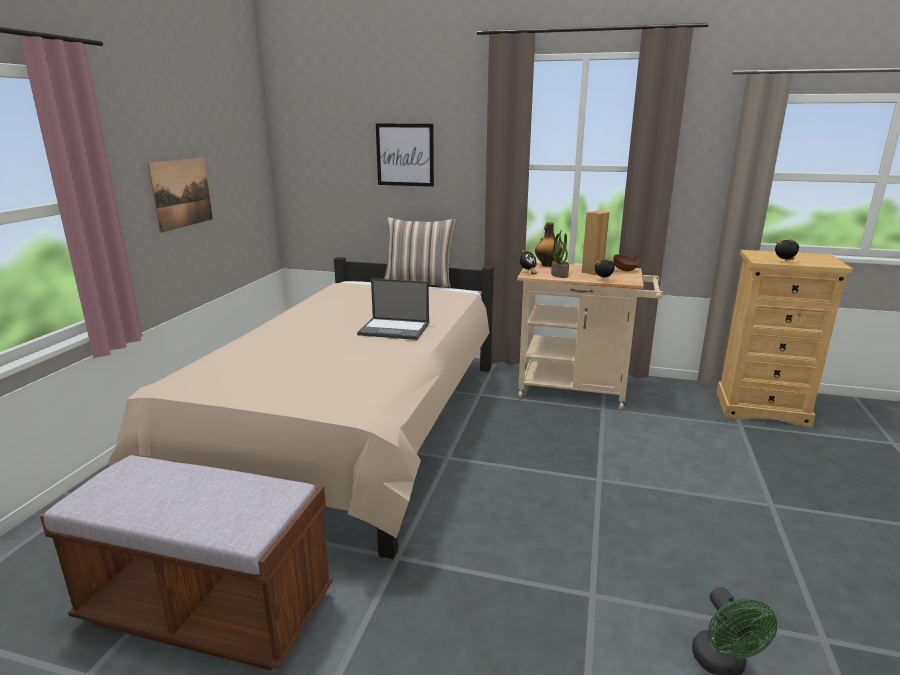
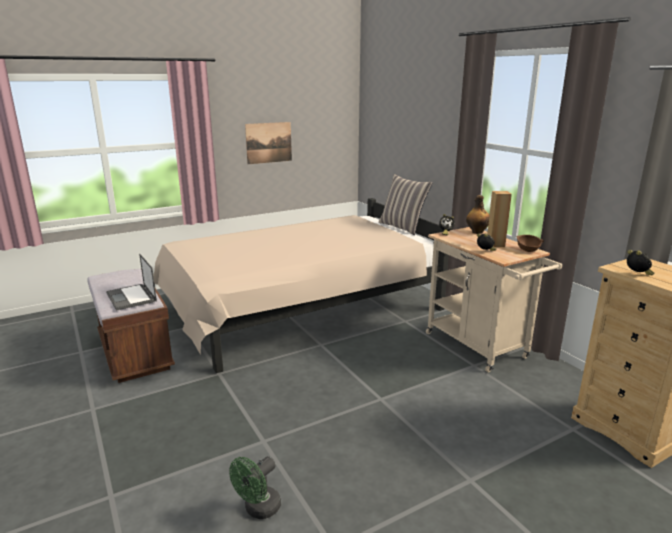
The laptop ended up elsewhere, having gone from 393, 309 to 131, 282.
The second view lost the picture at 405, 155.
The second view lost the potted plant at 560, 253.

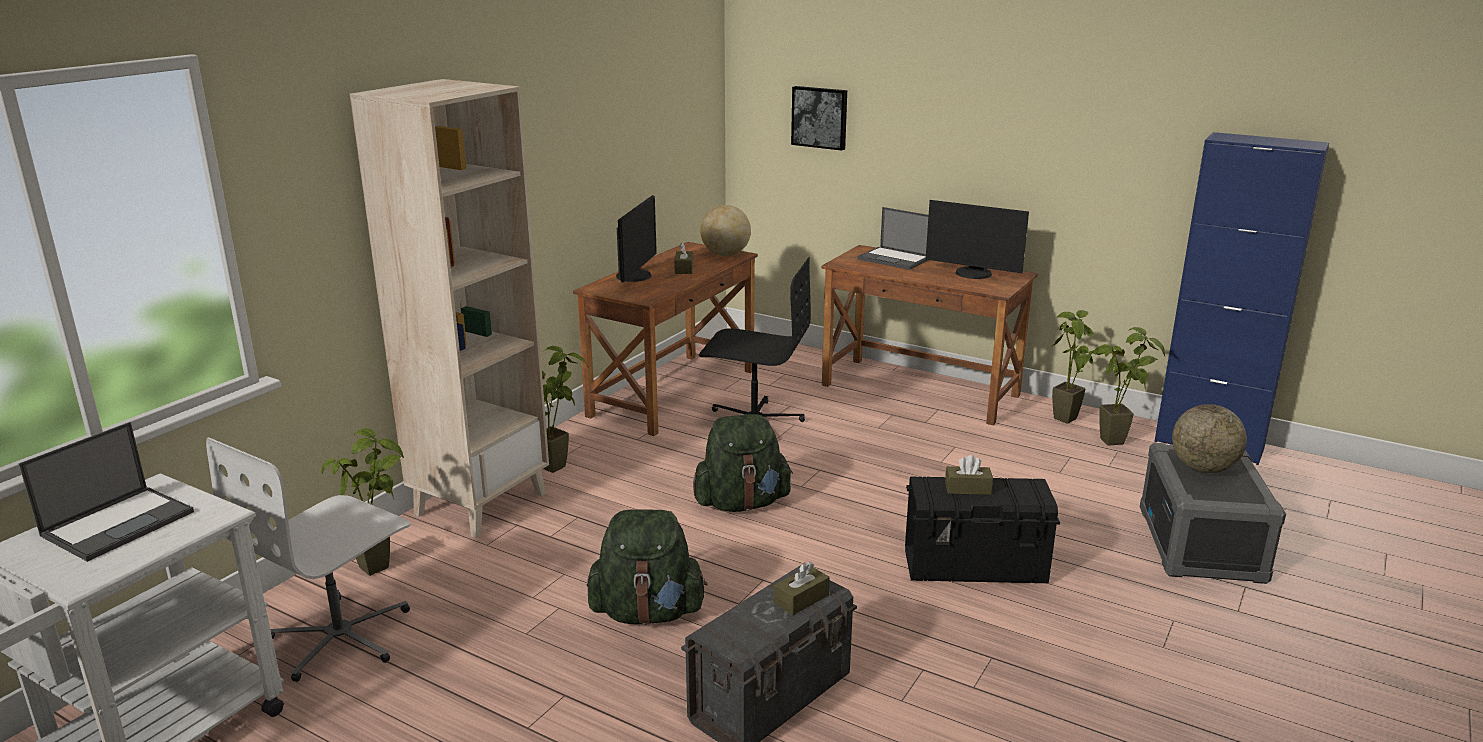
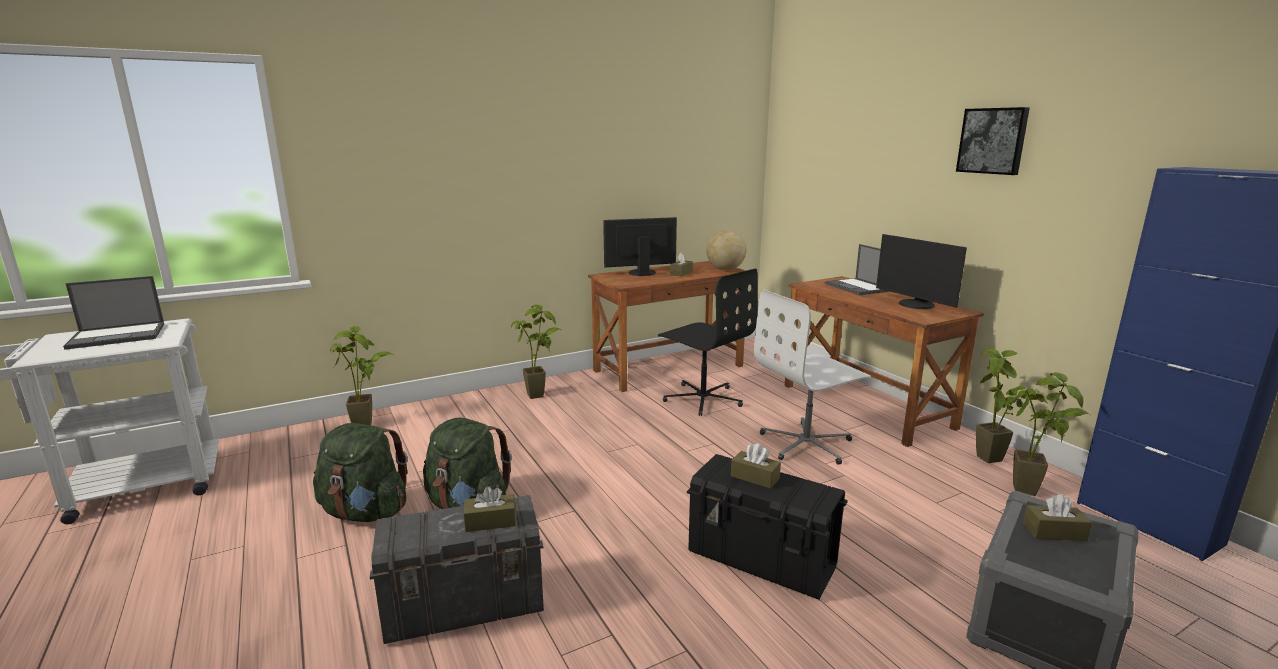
The white office chair ended up elsewhere, having gone from 308, 559 to 812, 377.
The second view lost the beige bookcase at 449, 308.
The monitor at 636, 238 ended up facing another way, 150 degrees counterclockwise from before.
The green backpack ended up elsewhere, having gone from 743, 463 to 360, 472.
The picture ended up elsewhere, having gone from 819, 118 to 993, 141.
Where the globe stood at 1209, 438, the brown tissue box came to stand at 1057, 517.

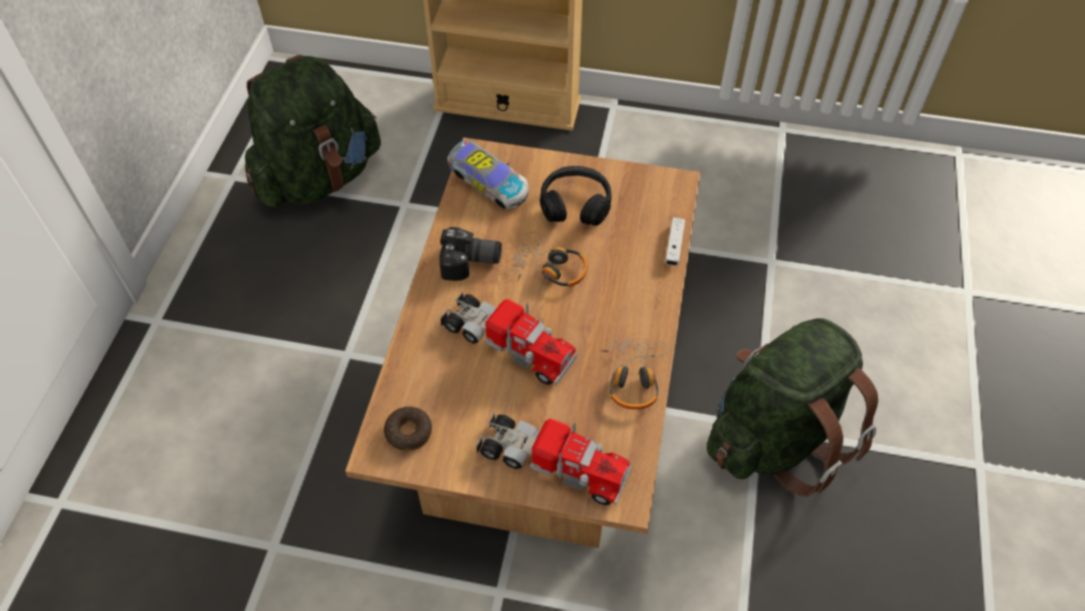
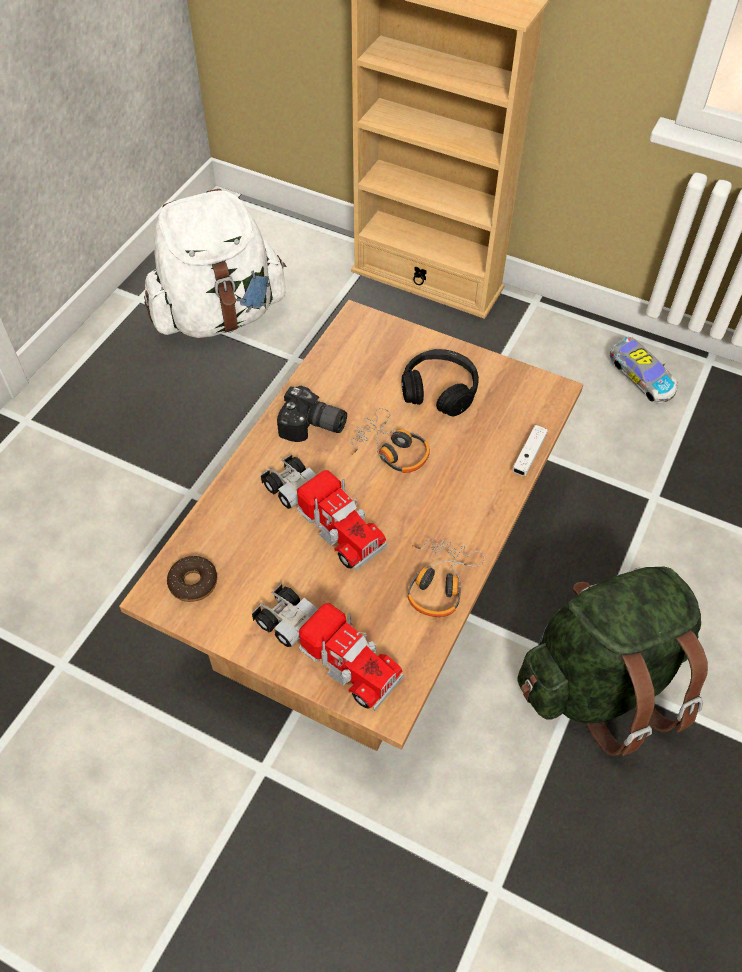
What was the green backpack at 313, 131 turned into the white backpack at 215, 263.
The toy car ended up elsewhere, having gone from 488, 174 to 644, 370.

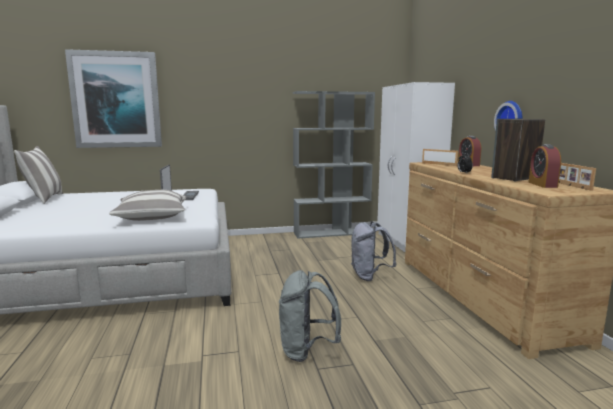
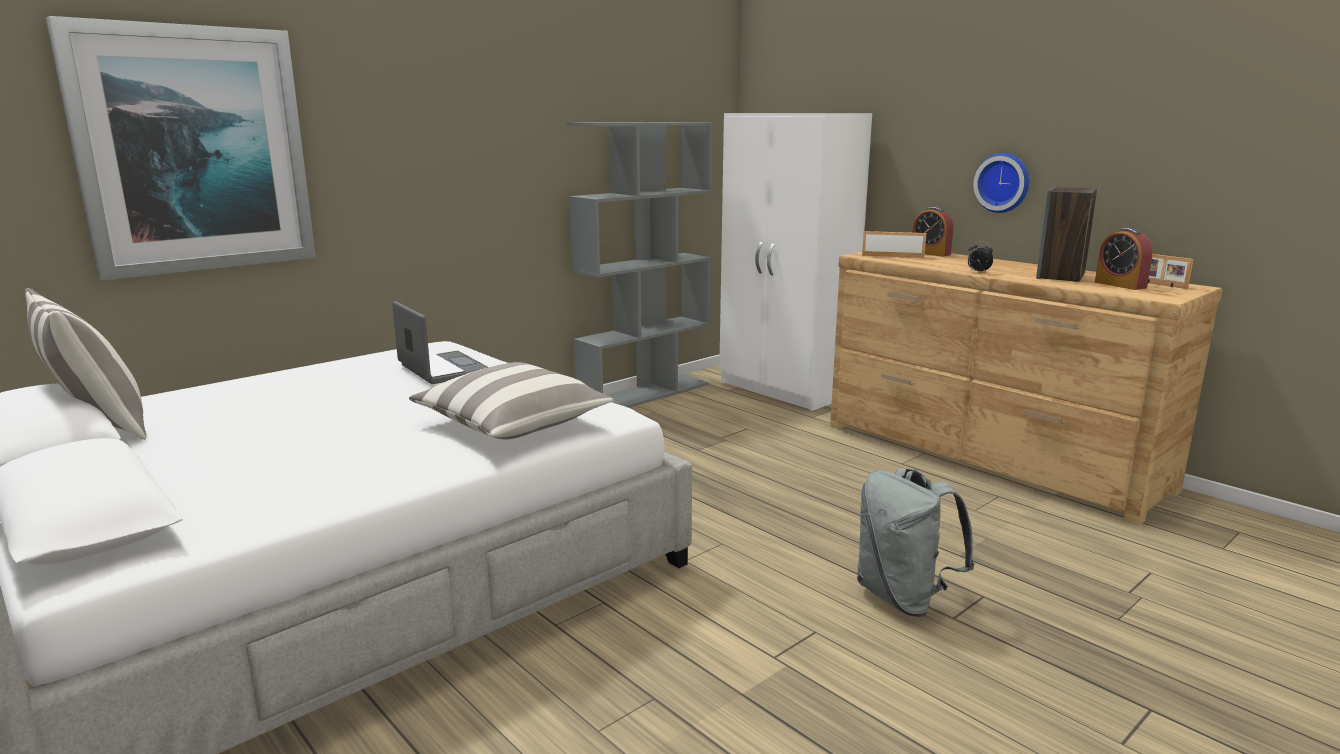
The second view lost the grey backpack at 373, 251.

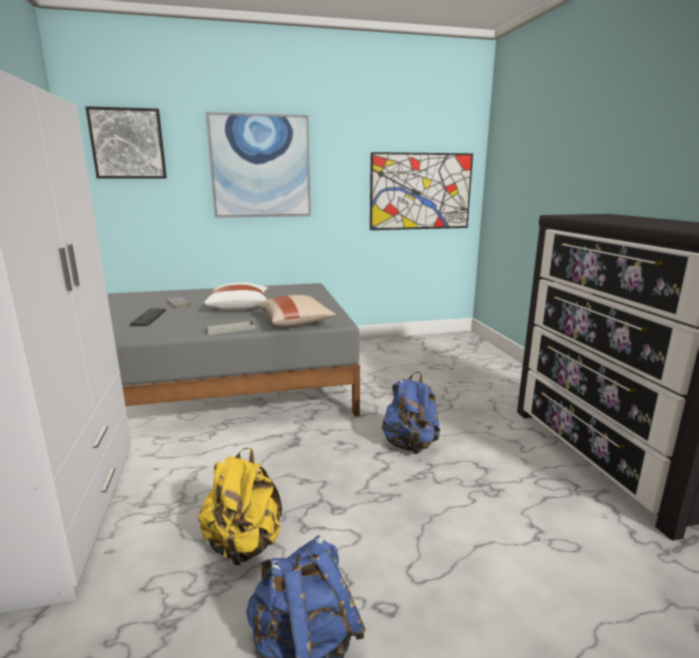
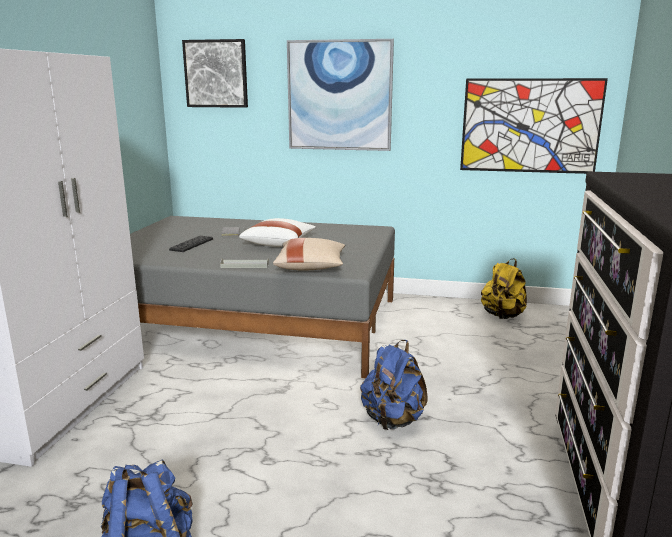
The yellow backpack ended up elsewhere, having gone from 240, 506 to 504, 288.

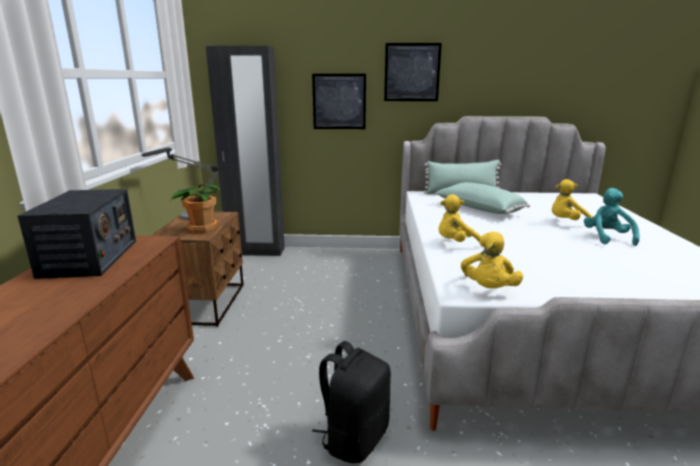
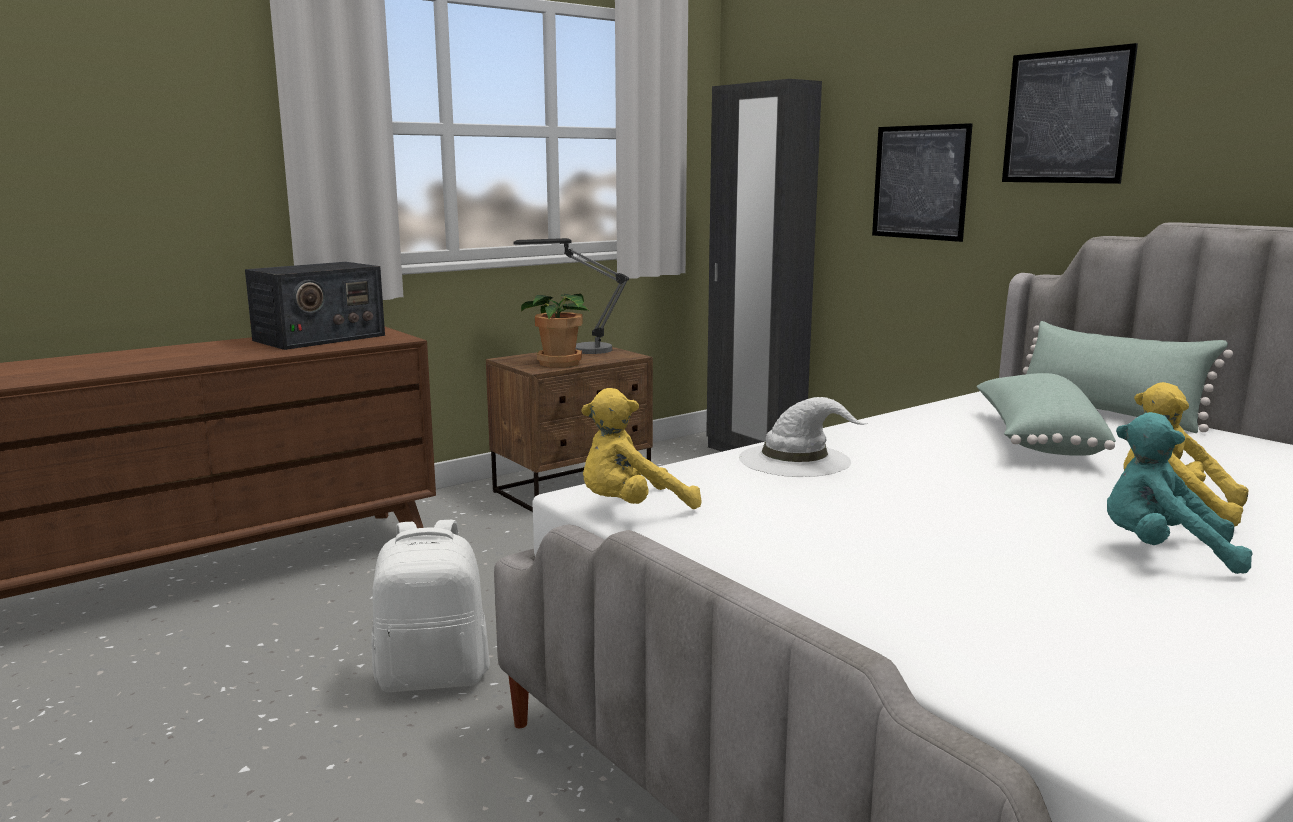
What was the black backpack at 351, 402 turned into the white backpack at 430, 606.
Where the yellow plush toy stood at 460, 218, the white hat came to stand at 803, 437.
The turquoise plush toy at 611, 217 ended up facing another way, 120 degrees counterclockwise from before.

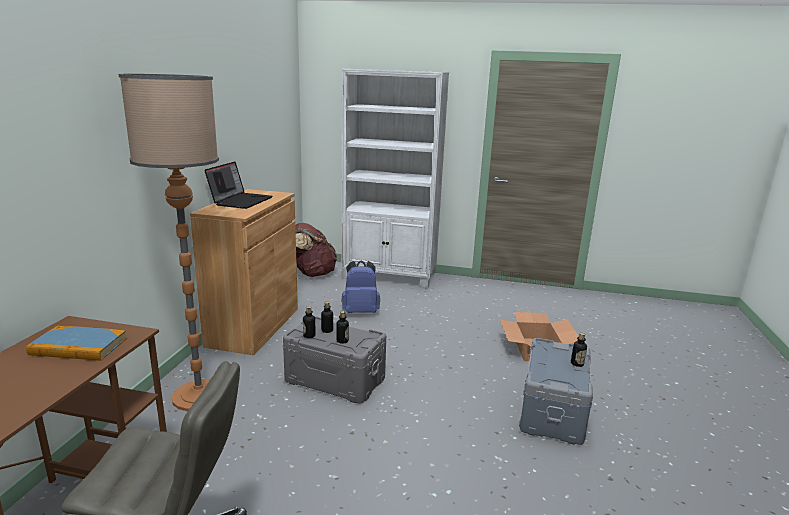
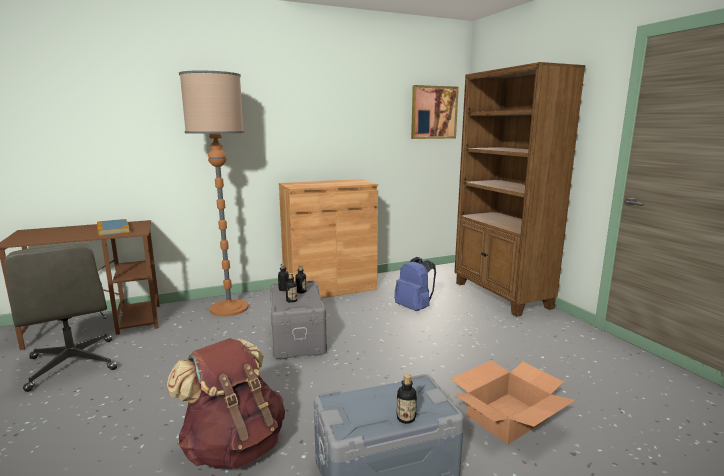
The second view lost the laptop at 238, 185.
The brown backpack ended up elsewhere, having gone from 316, 250 to 225, 403.
What was the white bookcase at 395, 178 turned into the brown bookcase at 519, 189.
The second view gained the picture at 435, 112.

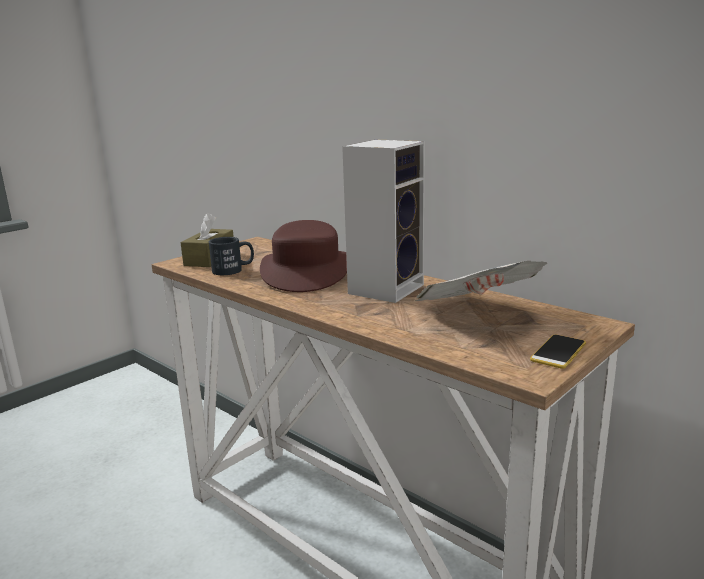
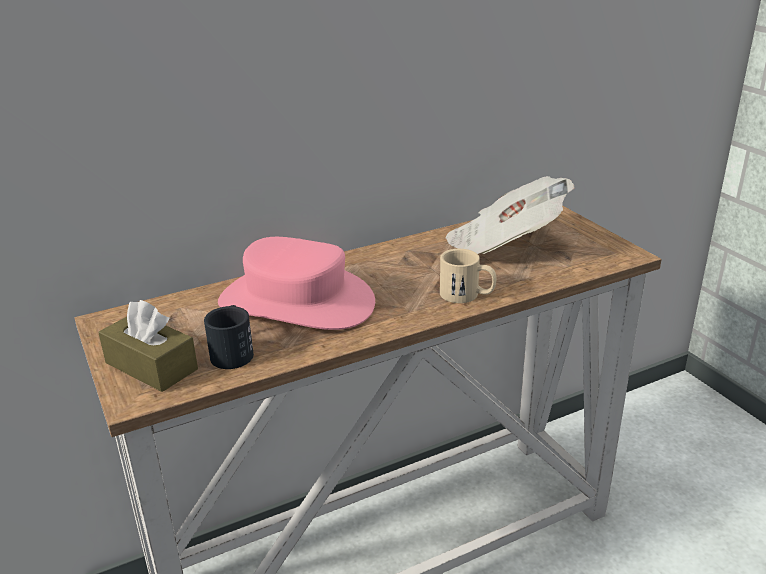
What was the brown hat at 303, 256 turned into the pink hat at 296, 283.
The second view lost the speaker at 383, 221.
The second view lost the phone at 558, 351.
The second view gained the beige mug at 468, 276.

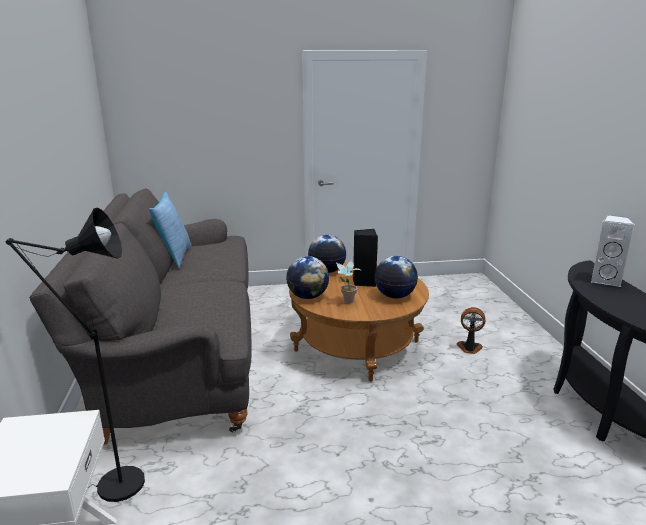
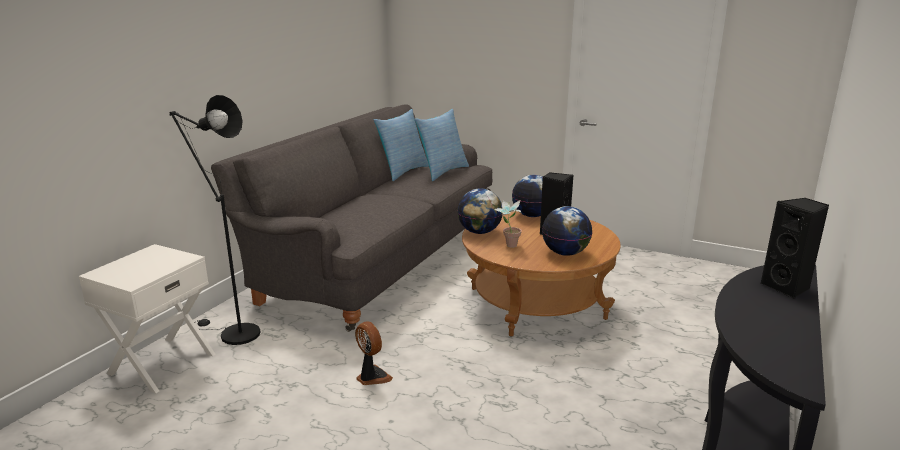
The fan ended up elsewhere, having gone from 471, 330 to 374, 353.
What was the white speaker at 613, 251 turned into the black speaker at 794, 248.
The second view gained the pillow at 441, 145.

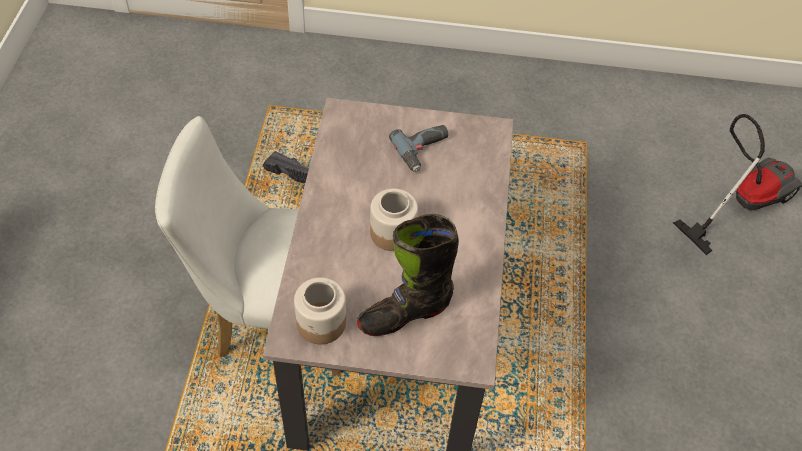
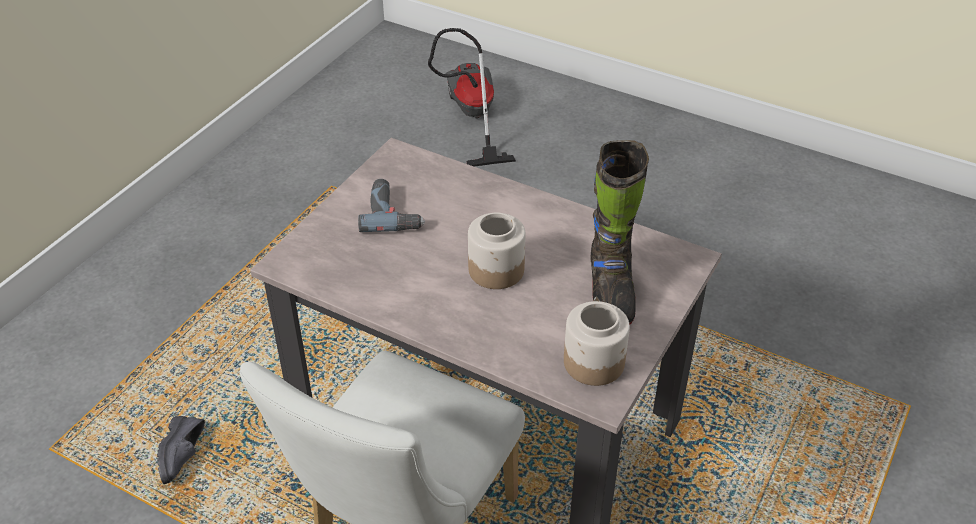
The black shoe at 286, 167 ended up facing another way, 135 degrees clockwise from before.

